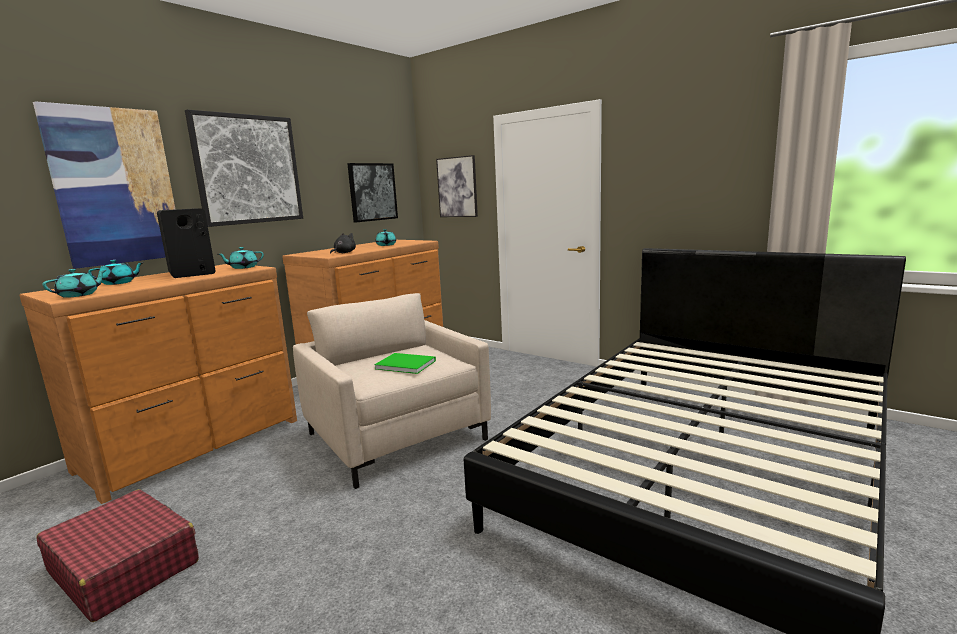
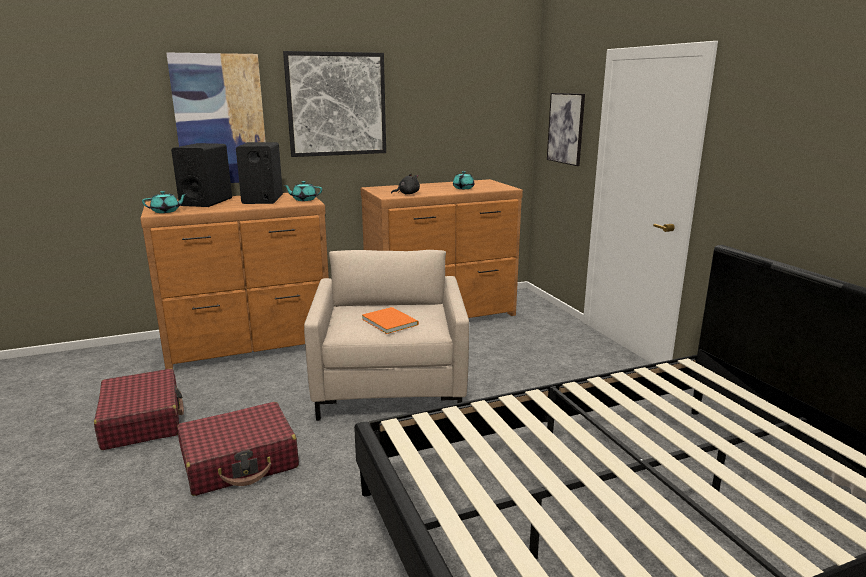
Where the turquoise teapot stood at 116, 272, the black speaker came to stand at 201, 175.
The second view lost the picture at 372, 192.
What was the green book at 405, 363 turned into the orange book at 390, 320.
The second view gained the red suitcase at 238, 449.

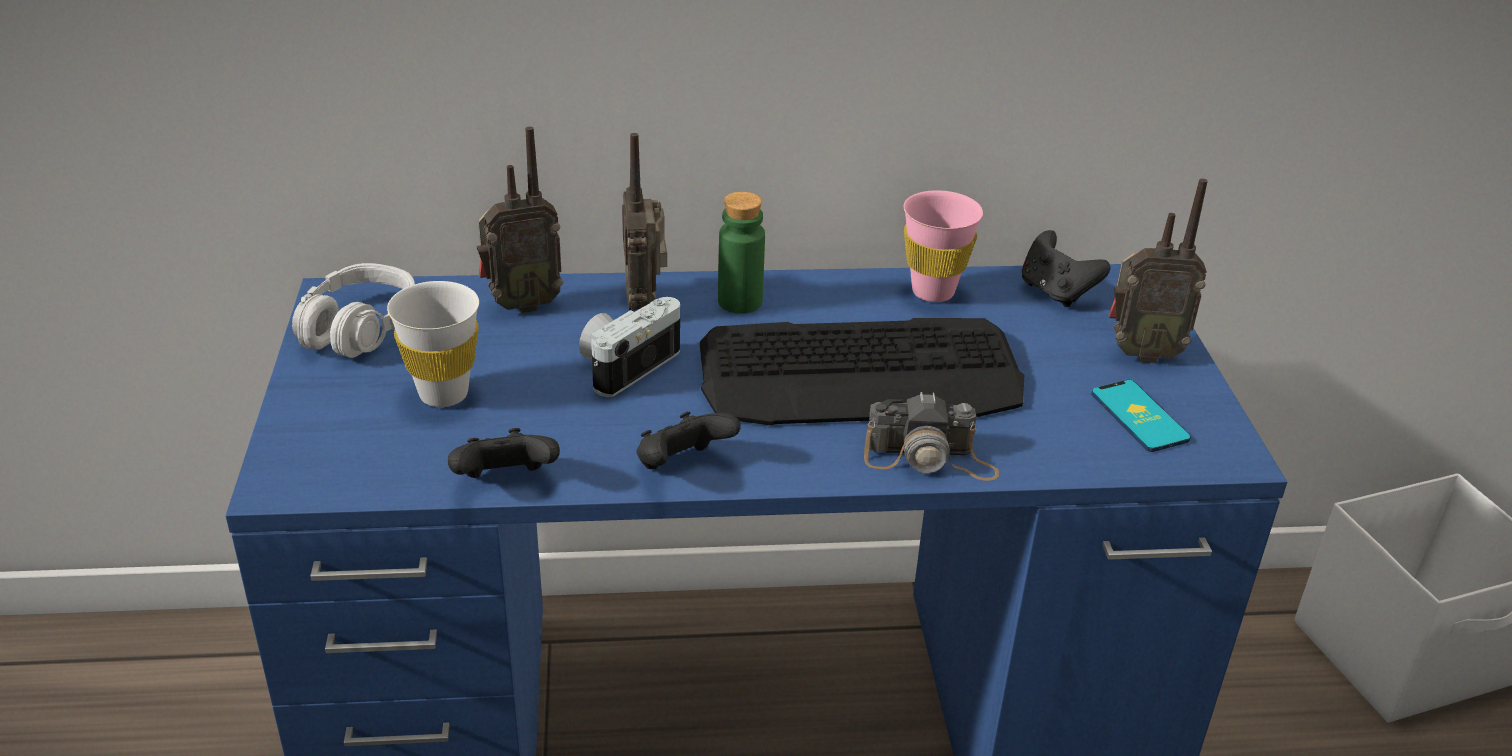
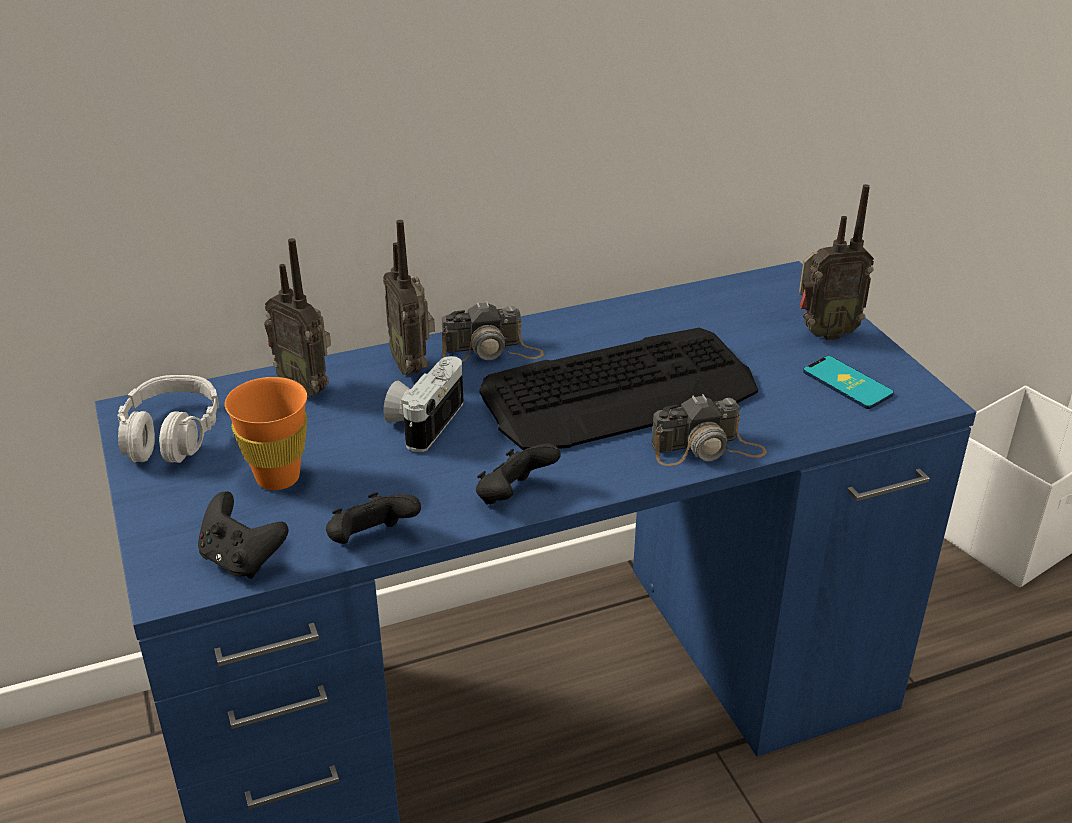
What was the white cup at 433, 344 turned into the orange cup at 266, 433.
The radio at 520, 220 ended up facing another way, 75 degrees clockwise from before.
Where the green bottle stood at 741, 253, the photo camera came to stand at 493, 331.
The second view lost the pink cup at 943, 246.
The black game controller ended up elsewhere, having gone from 1066, 268 to 243, 535.

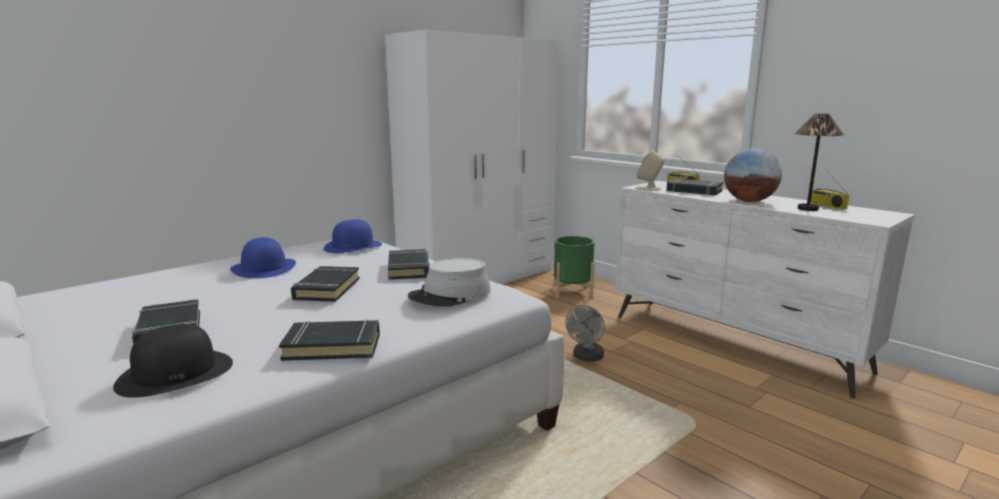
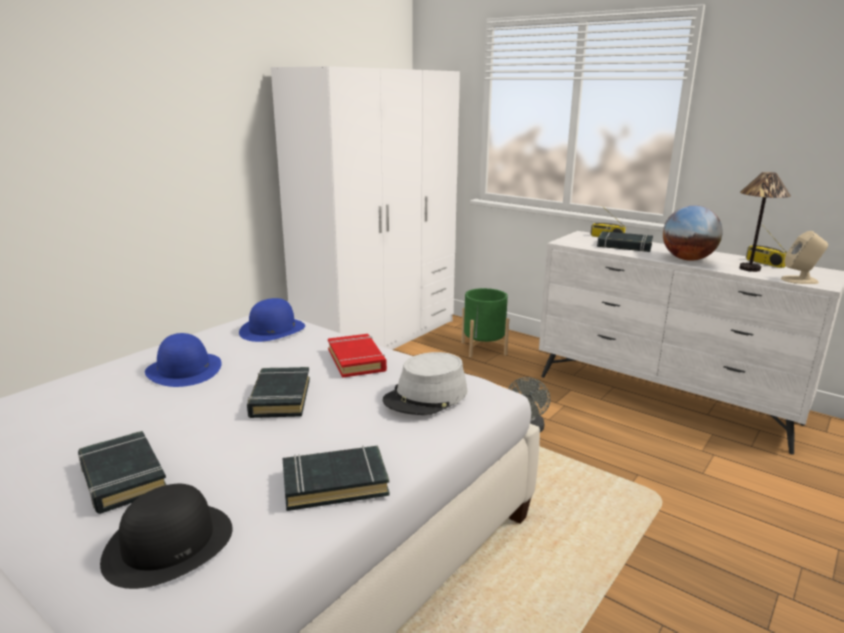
What was the black book at 409, 264 turned into the red book at 357, 356.
The beige speaker ended up elsewhere, having gone from 650, 170 to 804, 257.

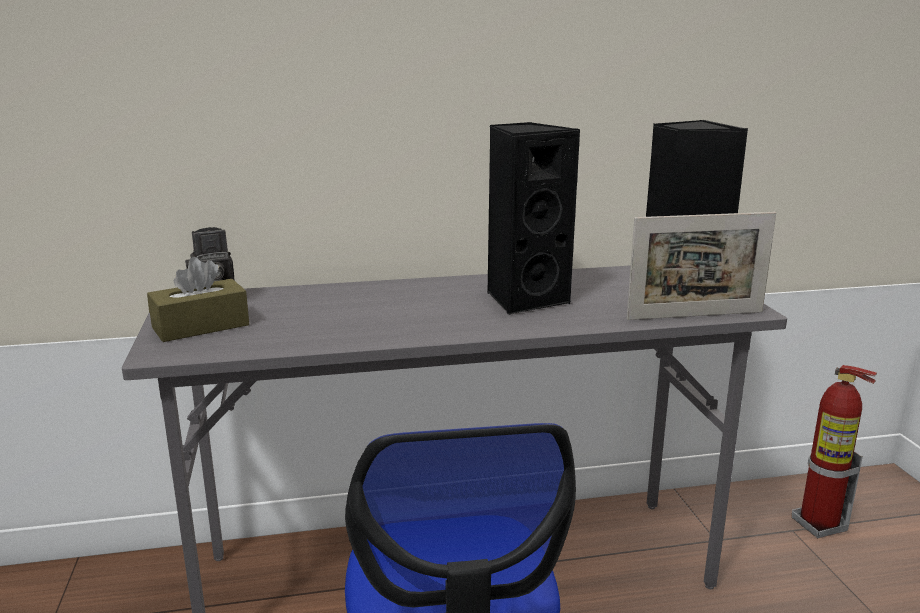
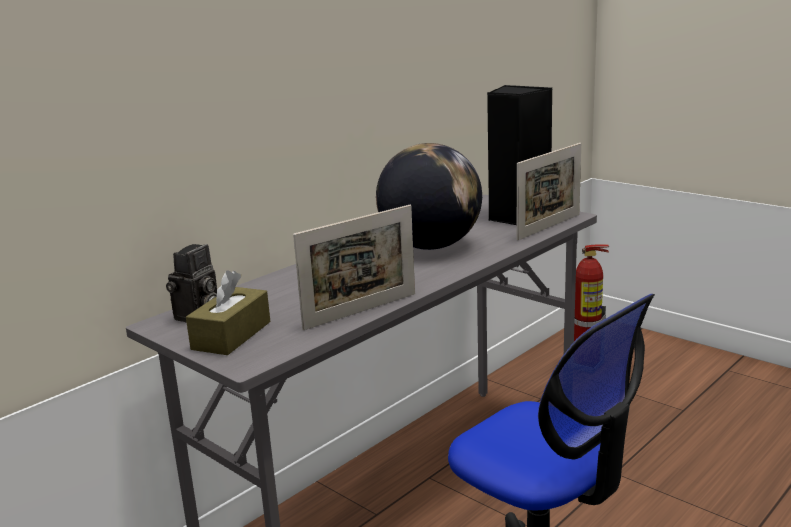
Where the black speaker stood at 533, 218, the globe came to stand at 429, 196.
The second view gained the picture frame at 354, 267.

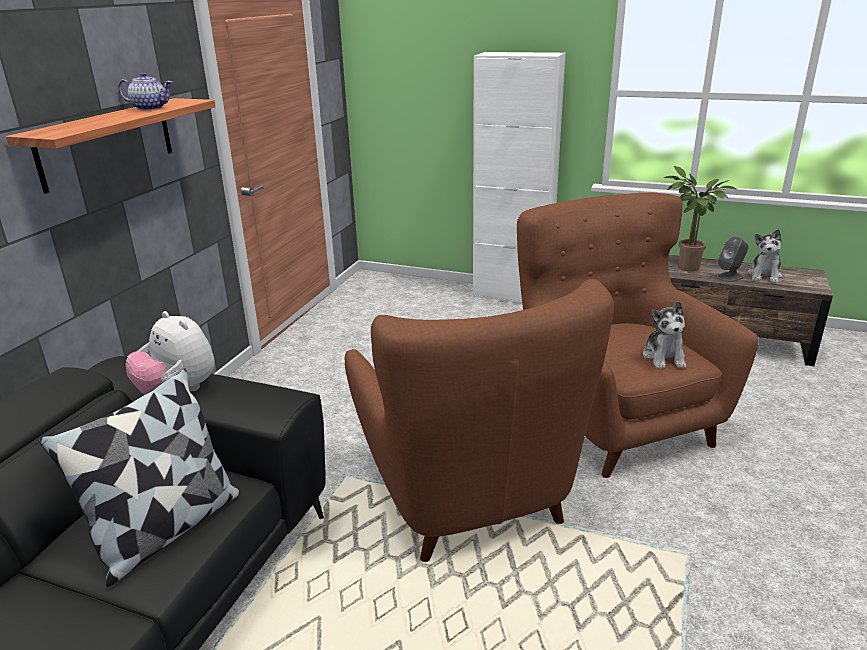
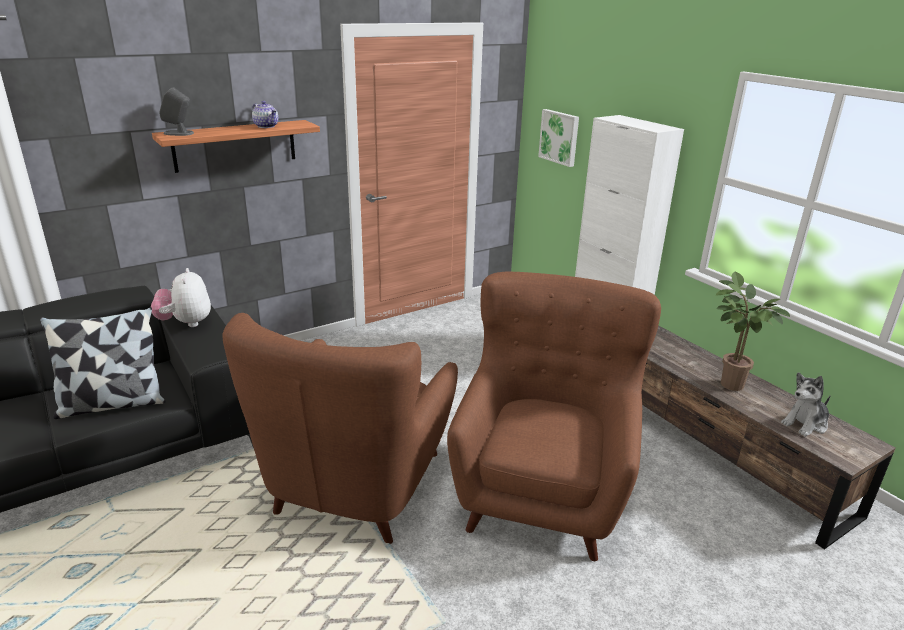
The second view lost the plush toy at 664, 335.
The grey speaker ended up elsewhere, having gone from 732, 259 to 176, 111.
The second view gained the picture at 558, 138.

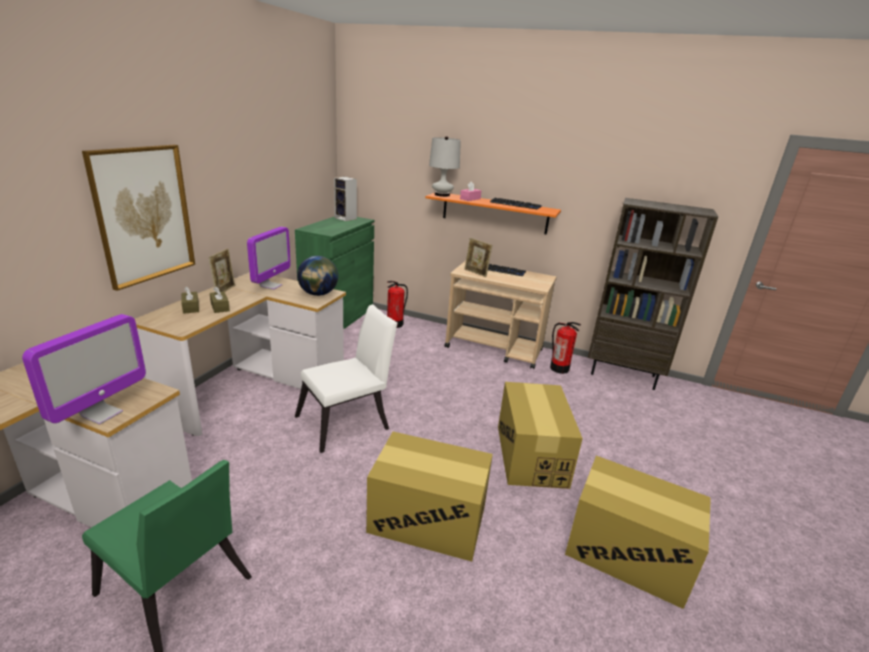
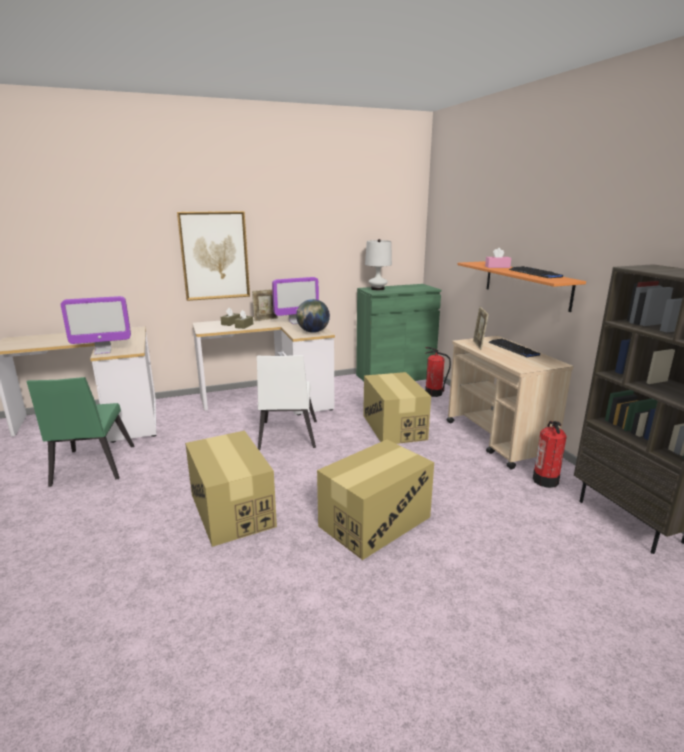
The white chair at 346, 378 ended up facing another way, 75 degrees clockwise from before.
The second view lost the speaker at 345, 199.
The white table lamp ended up elsewhere, having gone from 445, 166 to 378, 264.
The cardboard box ended up elsewhere, having gone from 638, 532 to 397, 408.

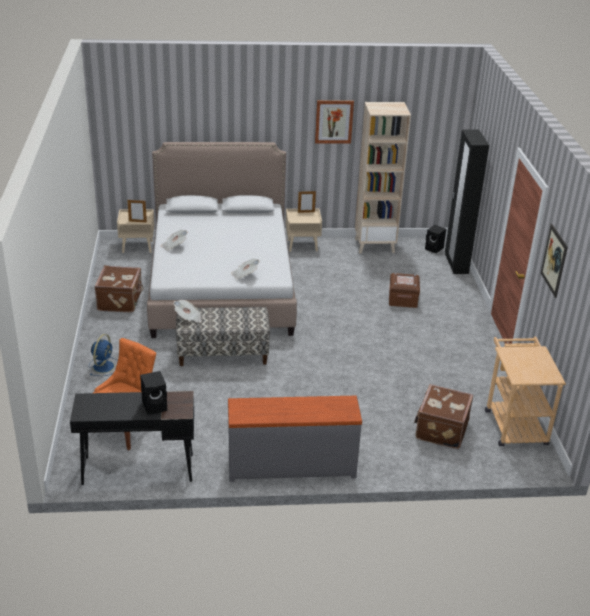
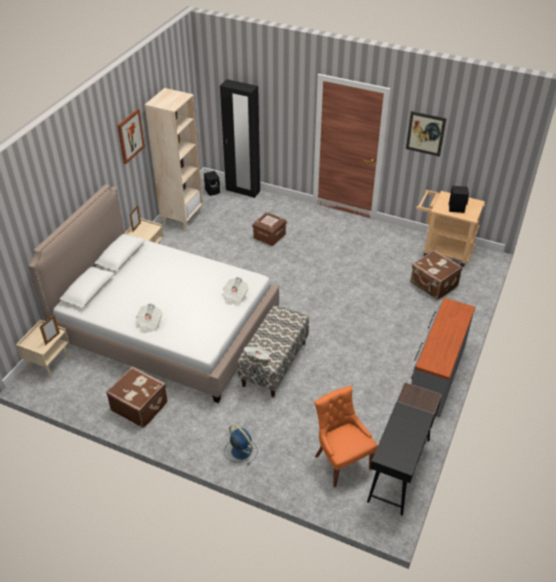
The black speaker ended up elsewhere, having gone from 153, 392 to 459, 199.

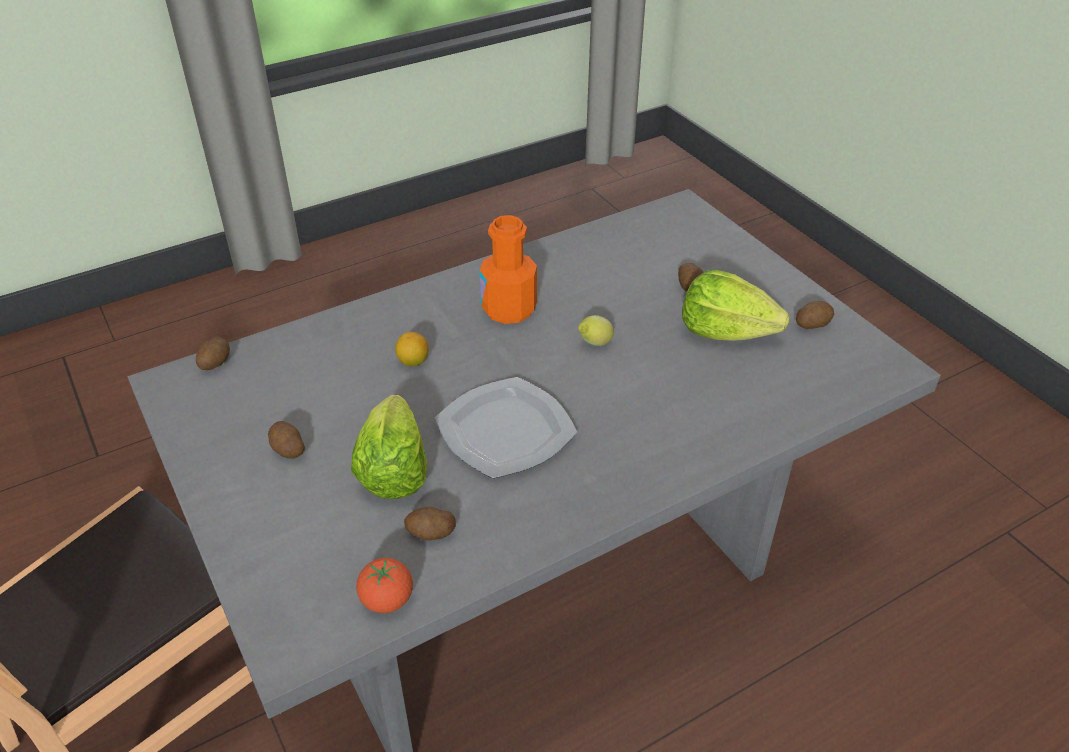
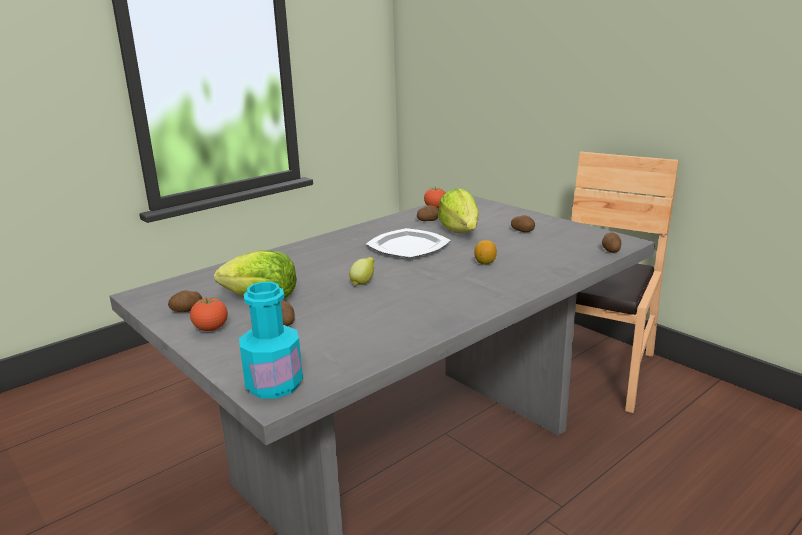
The second view lost the orange bottle at 508, 269.
The second view gained the tomato at 209, 314.
The second view gained the turquoise bottle at 271, 340.

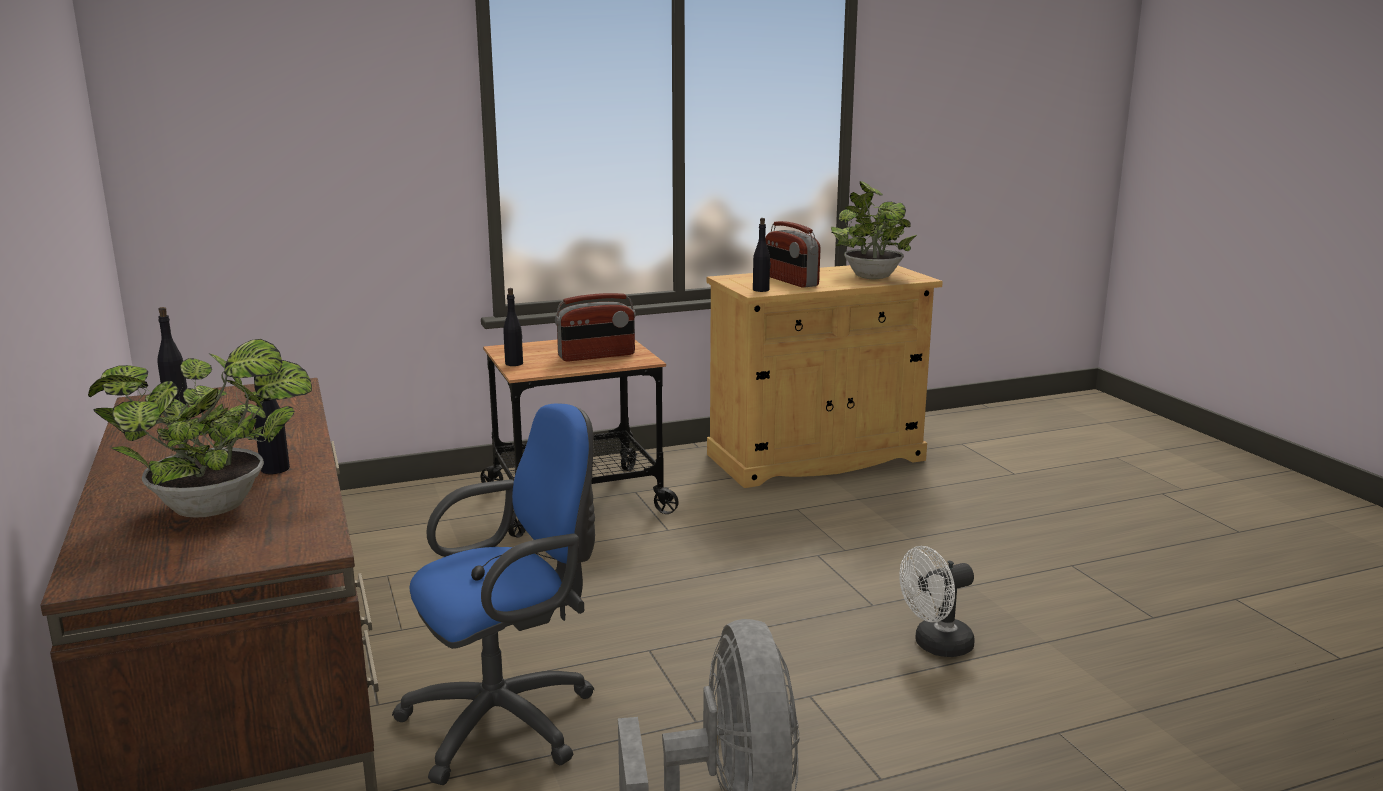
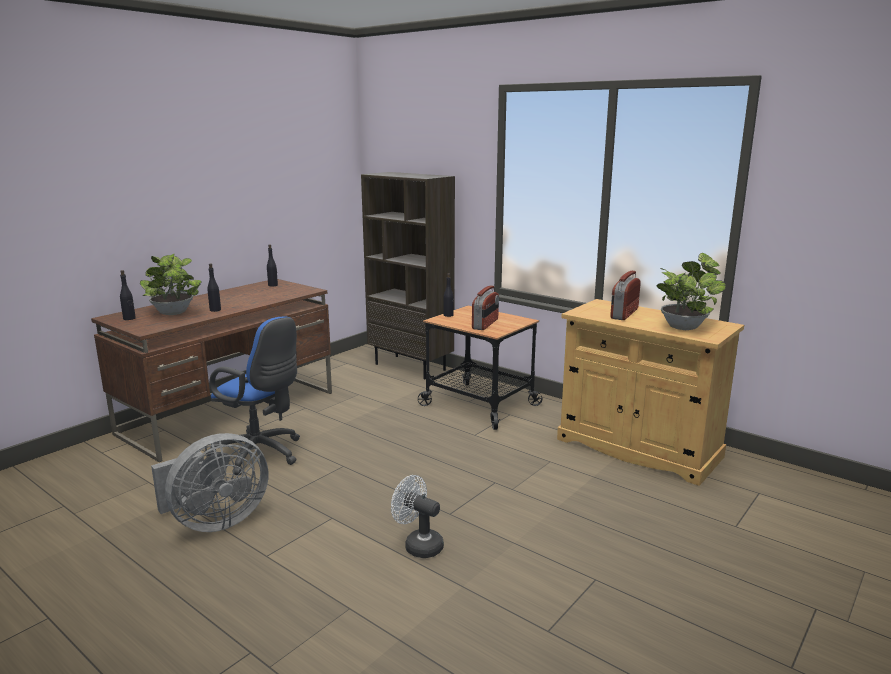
The radio at 595, 327 ended up facing another way, 105 degrees counterclockwise from before.
The black bottle ended up elsewhere, having gone from 762, 255 to 128, 295.
The second view gained the brown bookcase at 408, 275.

